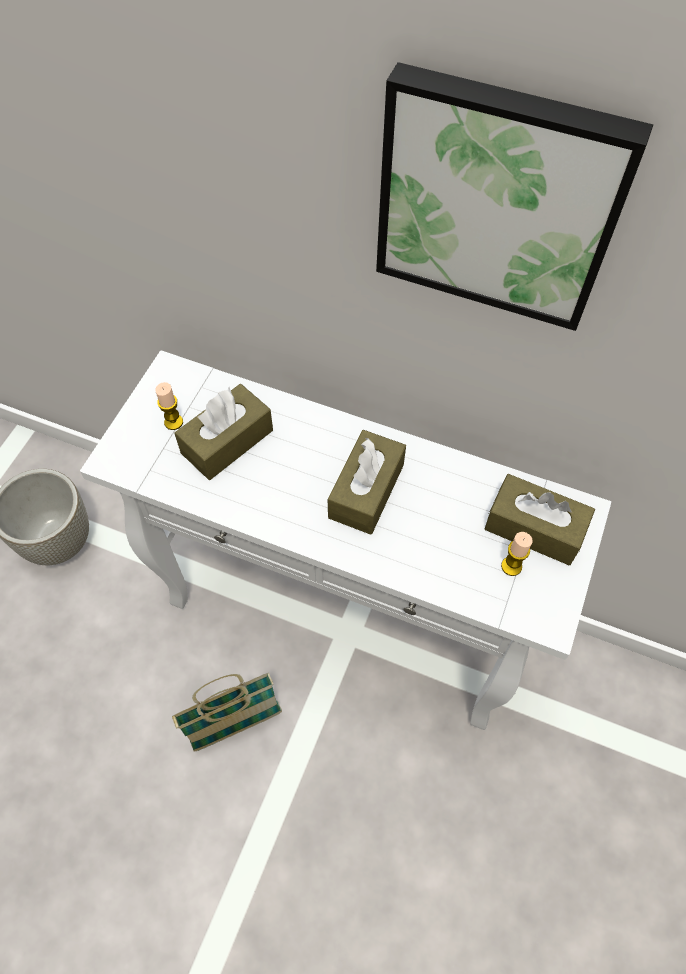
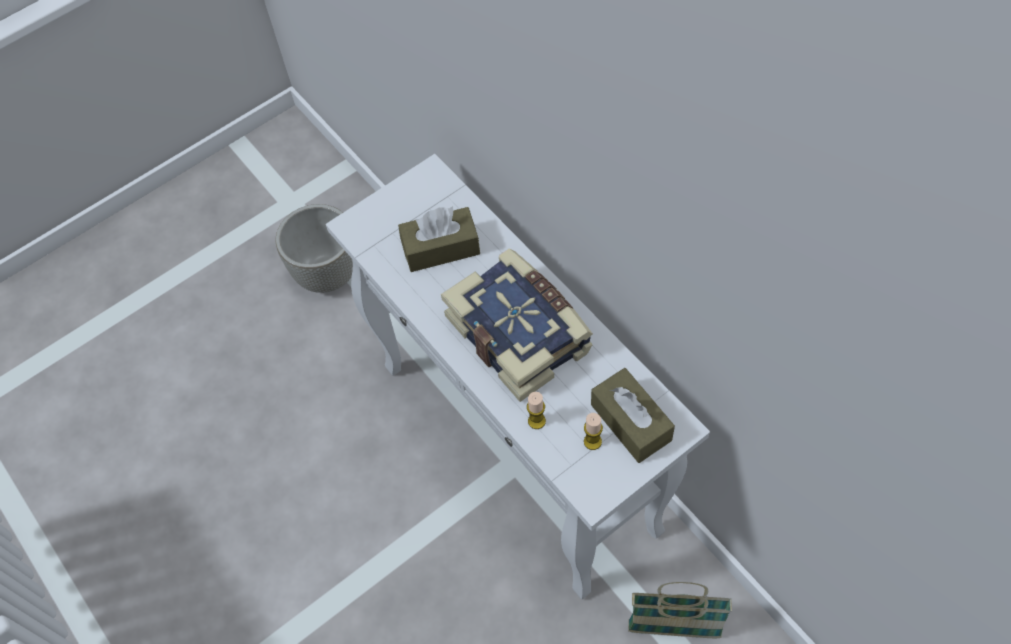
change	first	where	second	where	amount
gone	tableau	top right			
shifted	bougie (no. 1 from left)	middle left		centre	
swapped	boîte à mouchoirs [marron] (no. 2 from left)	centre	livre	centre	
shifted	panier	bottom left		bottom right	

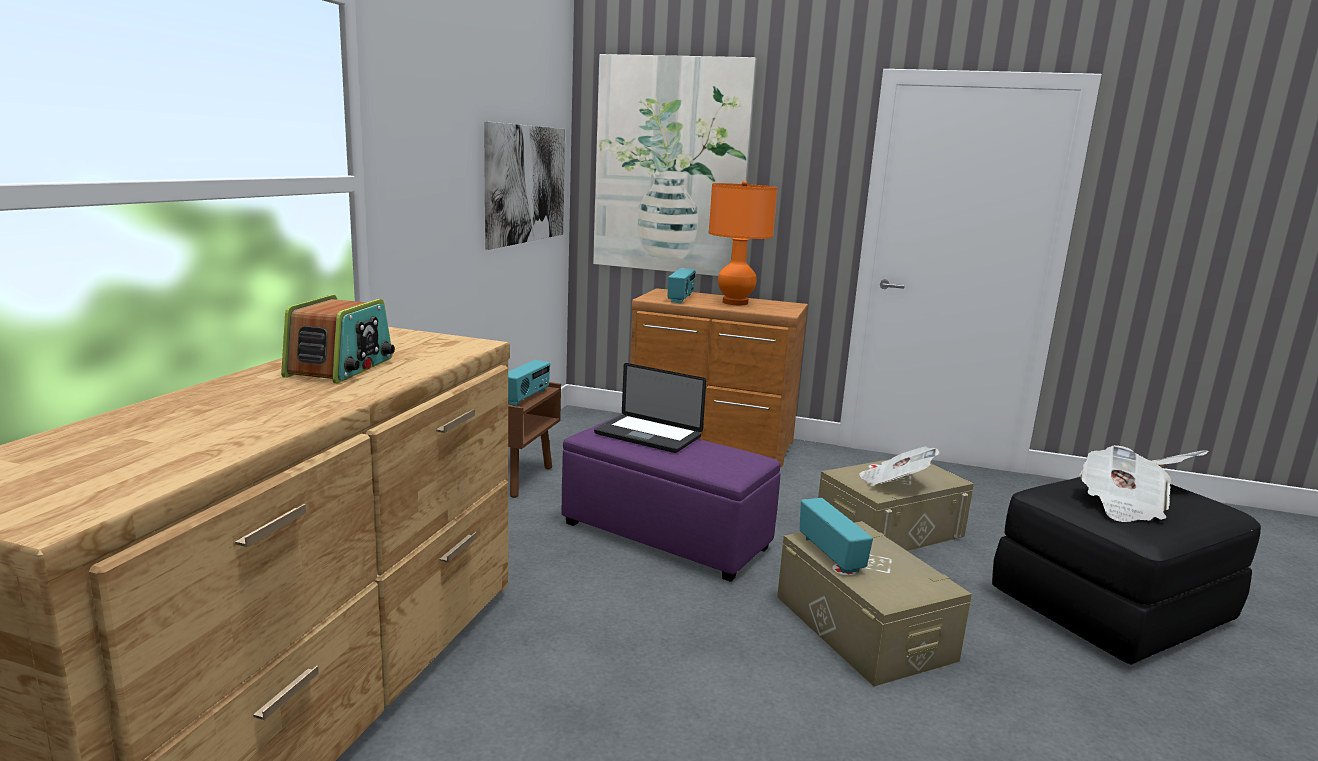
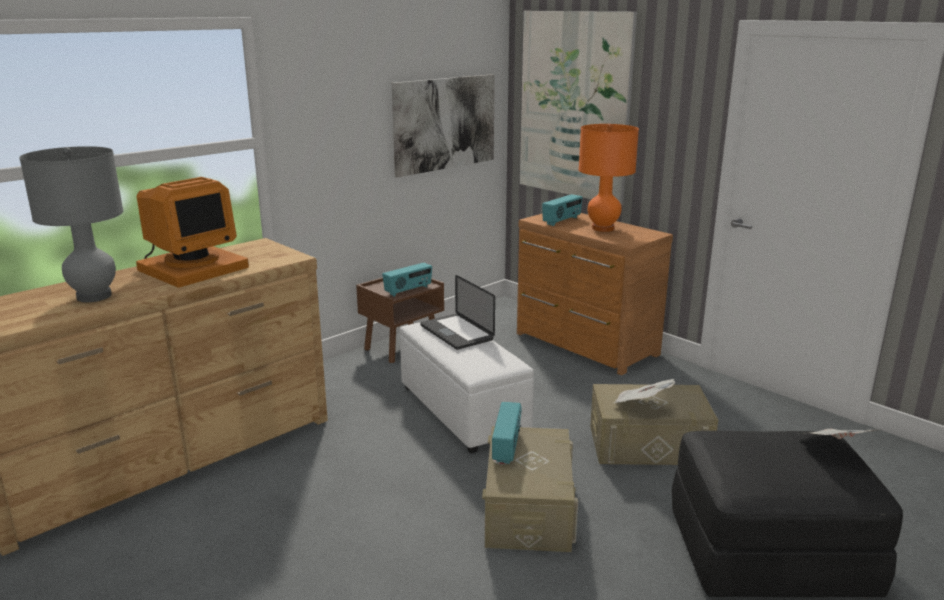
change	first	where	second	where	amount
swapped	radio (no. 1 from left)	middle left	écran d'ordinateur	middle left	
repainted	pouf [violet]	centre	pouf [blanc]	centre	
gone	journal (no. 2 from left)	middle right			
new			lampe de table [gris]	middle left	

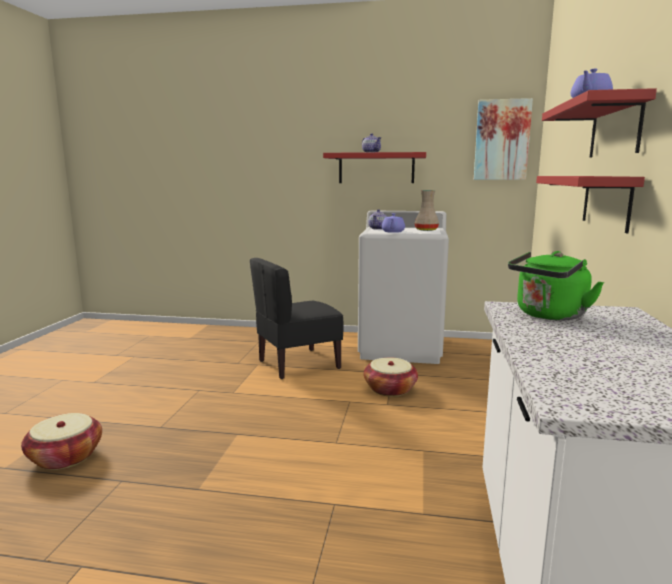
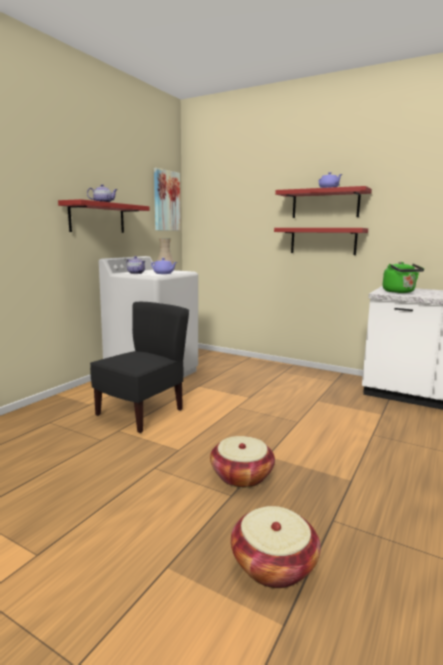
change	first	where	second	where	amount
rotated	chaise [noir]	centre		middle left	135 degrees counterclockwise
shifted	panier (no. 2 from left in the first image)	centre	panier (no. 1 from left)	bottom centre	

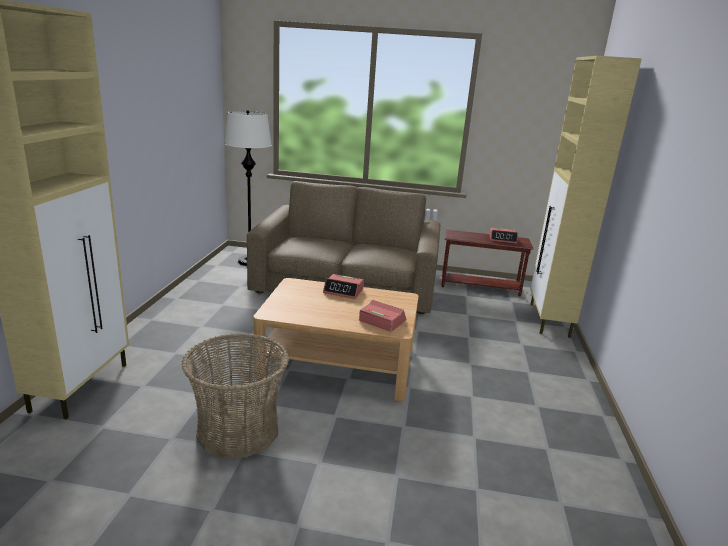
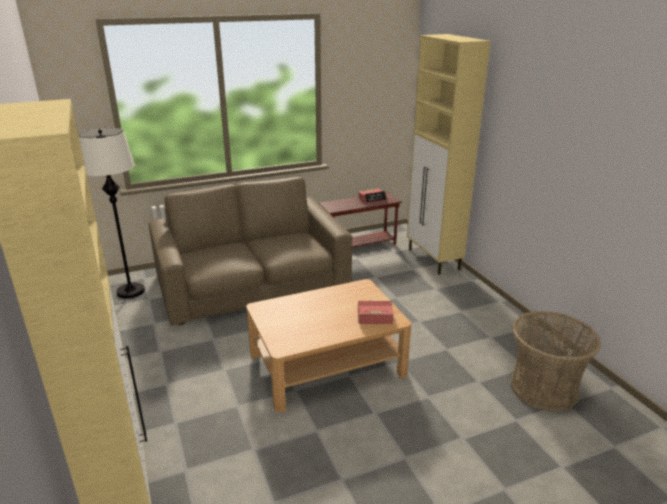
change	first	where	second	where	amount
gone	réveil (no. 1 from left)	centre			
shifted	panier	bottom left		bottom right	

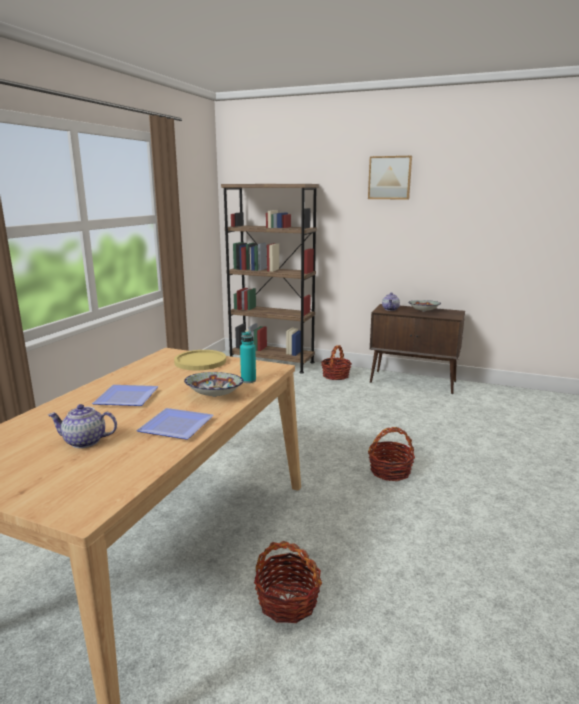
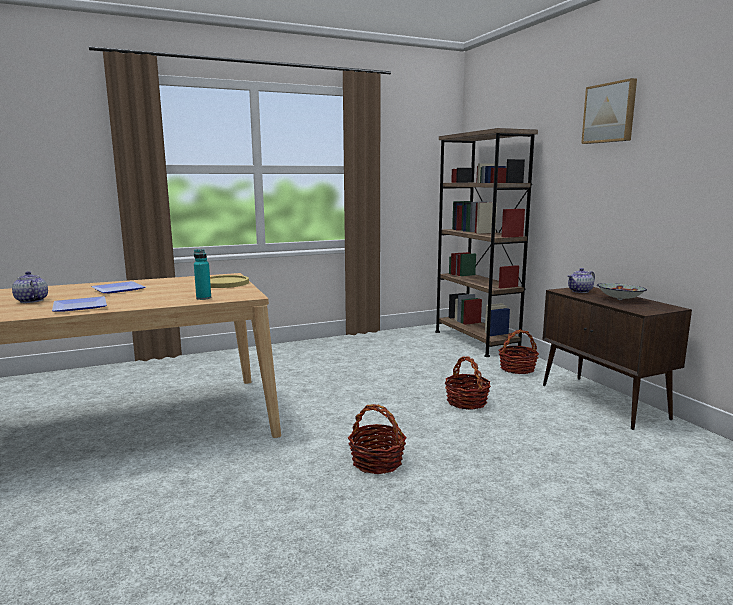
change	first	where	second	where	amount
gone	bol (no. 1 from left)	centre			
shifted	panier (no. 1 from left in the first image)	bottom centre	panier (no. 2 from left)	centre	

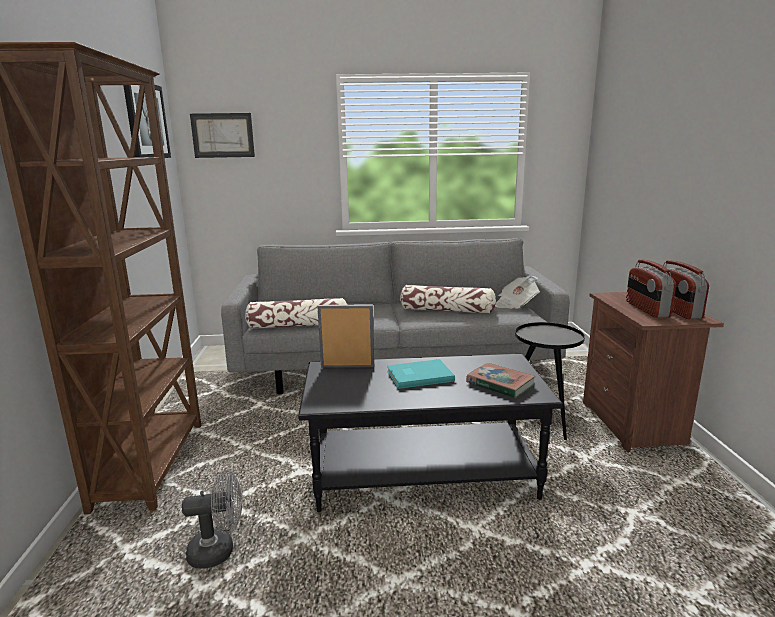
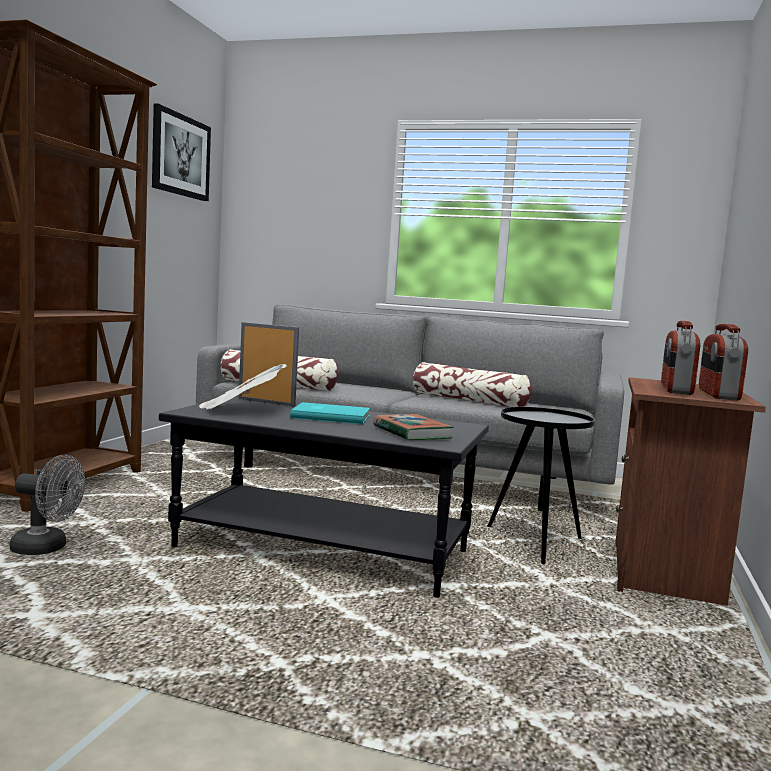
change	first	where	second	where	amount
gone	tableau (no. 2 from left)	top left			
shifted	journal	middle right		middle left	

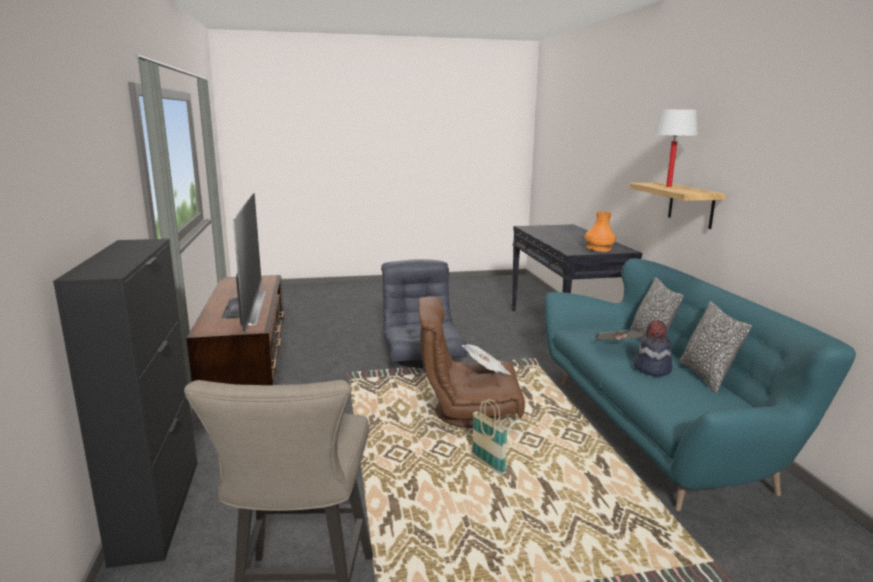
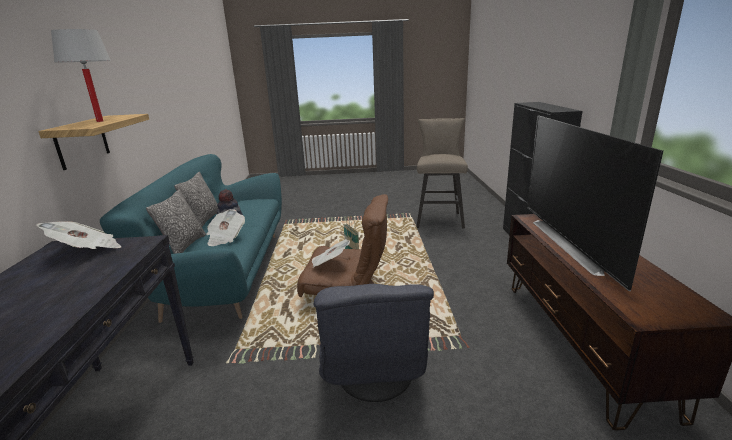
change	first	where	second	where	amount
swapped	vase [orange]	middle right	journal (no. 1 from left)	middle left	

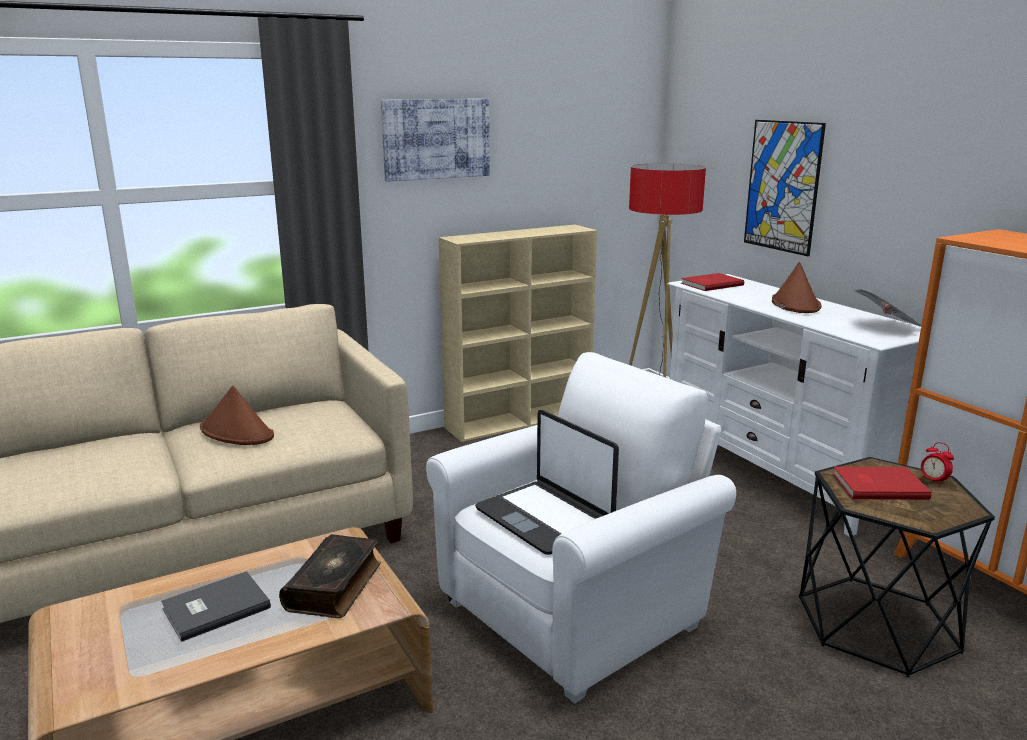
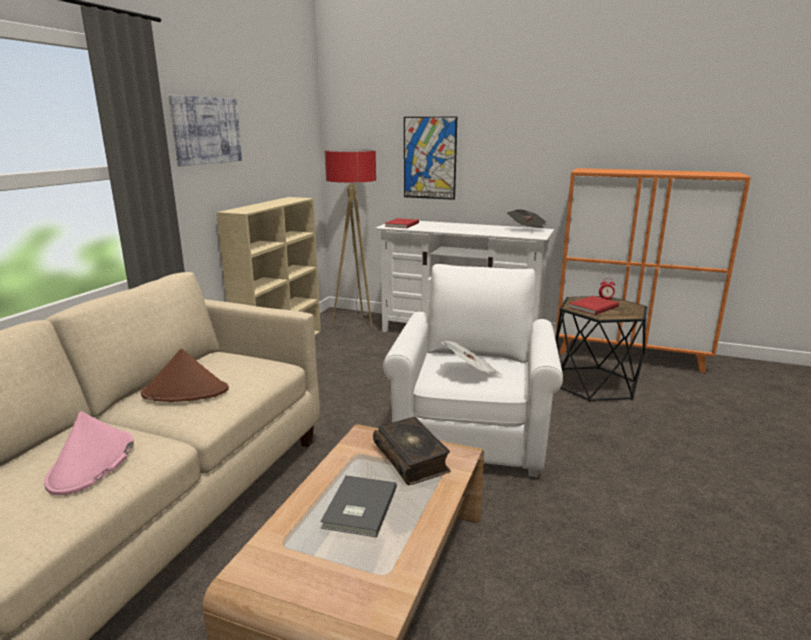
change	first	where	second	where	amount
gone	chapeau [marron] (no. 2 from left)	middle right			
swapped	ordinateur portable	centre	journal (no. 1 from left)	centre	
new			chapeau [rose]	bottom left	

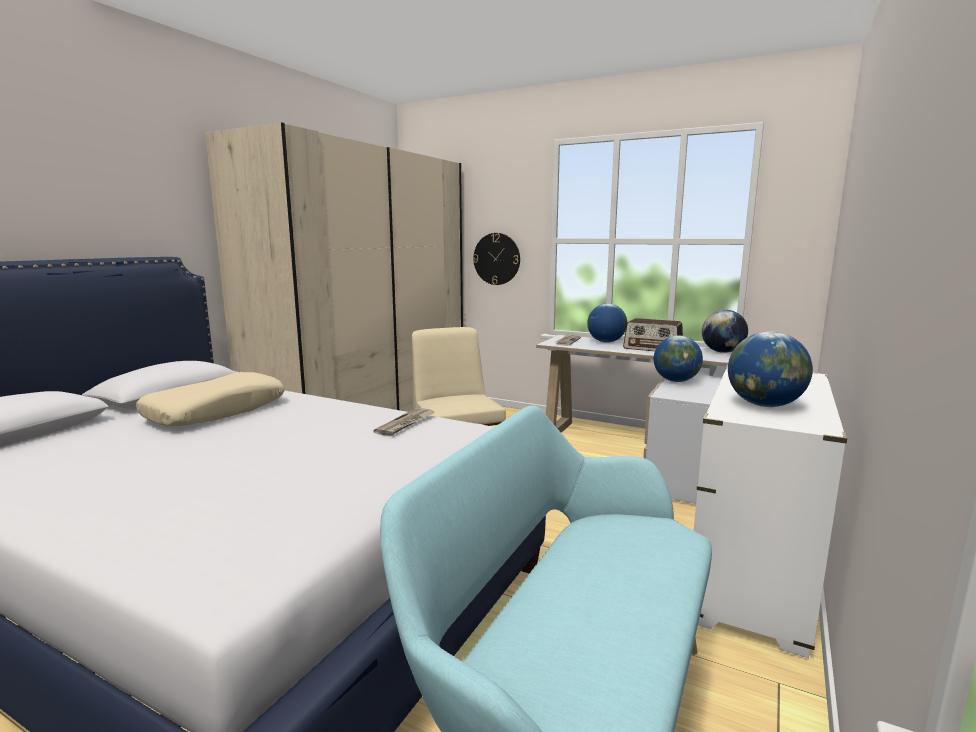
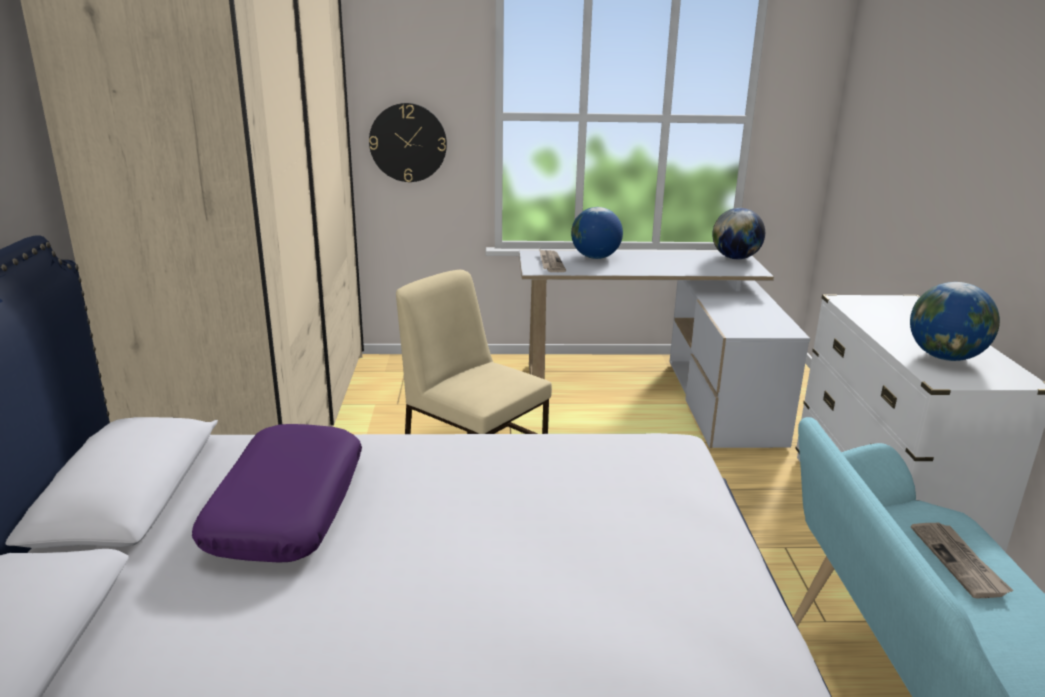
change	first	where	second	where	amount
gone	radio	middle right			
gone	globe (no. 2 from left)	middle right			
repainted	coussin [beige]	middle left	coussin [violet]	bottom left	
shifted	journal (no. 1 from left in the first image)	centre	journal (no. 2 from left)	bottom right	

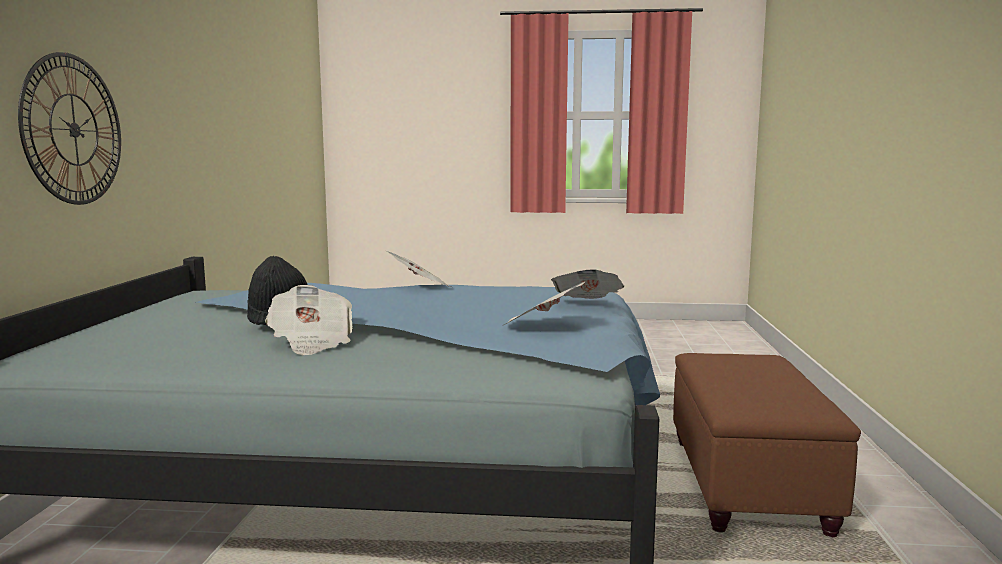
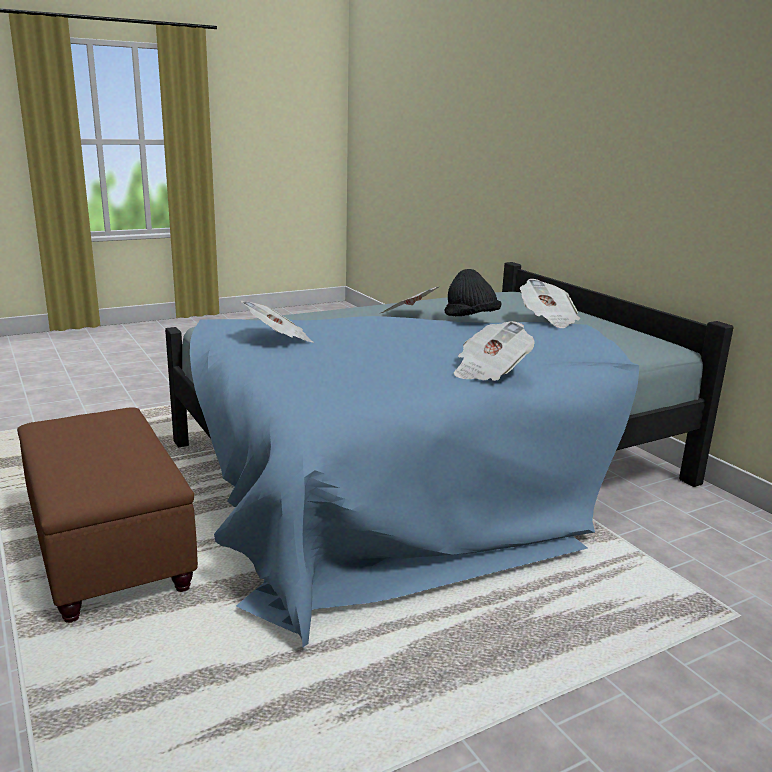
change	first	where	second	where	amount
gone	horloge murale	top left			
shifted	journal (no. 4 from left)	centre		middle right	

